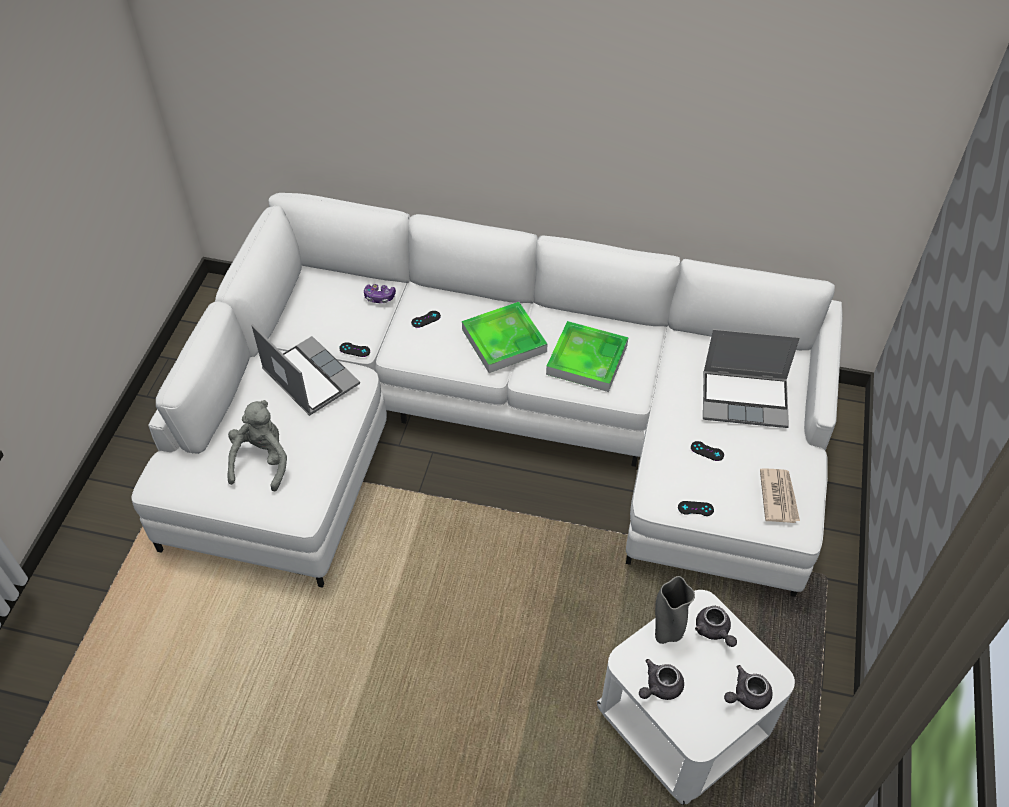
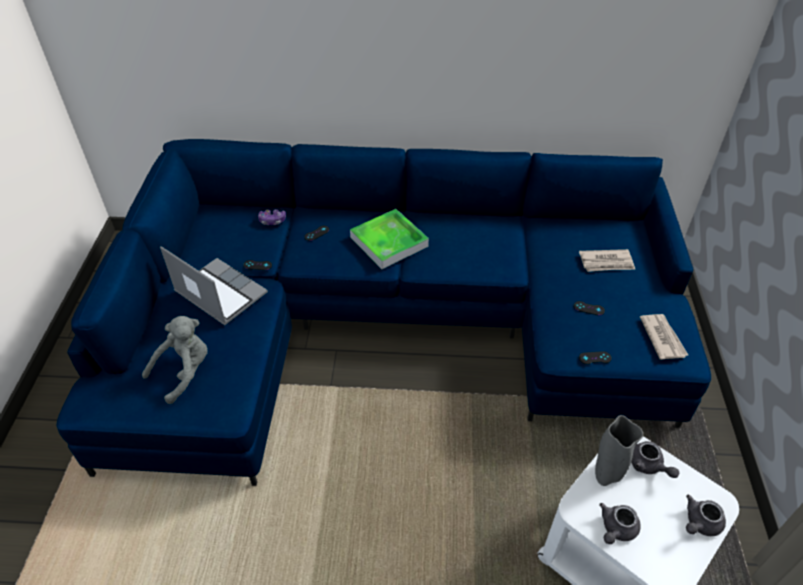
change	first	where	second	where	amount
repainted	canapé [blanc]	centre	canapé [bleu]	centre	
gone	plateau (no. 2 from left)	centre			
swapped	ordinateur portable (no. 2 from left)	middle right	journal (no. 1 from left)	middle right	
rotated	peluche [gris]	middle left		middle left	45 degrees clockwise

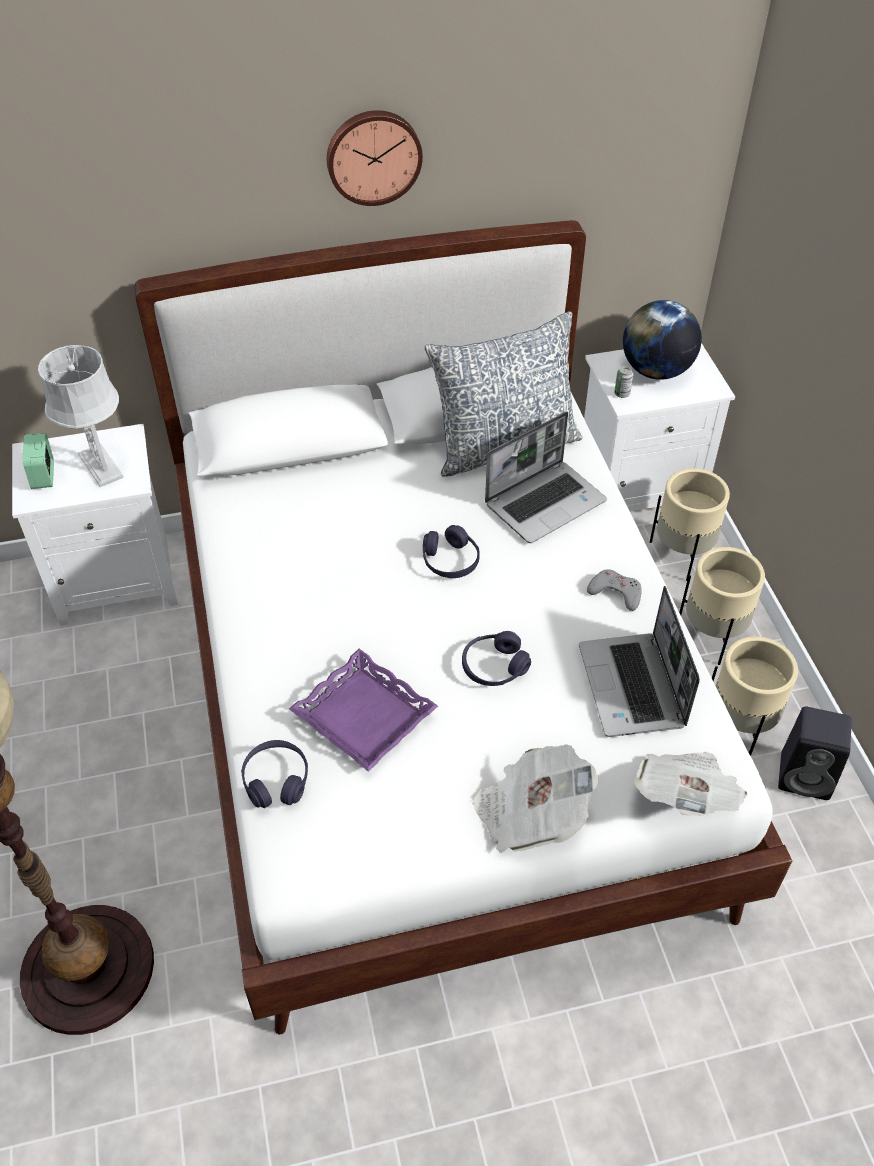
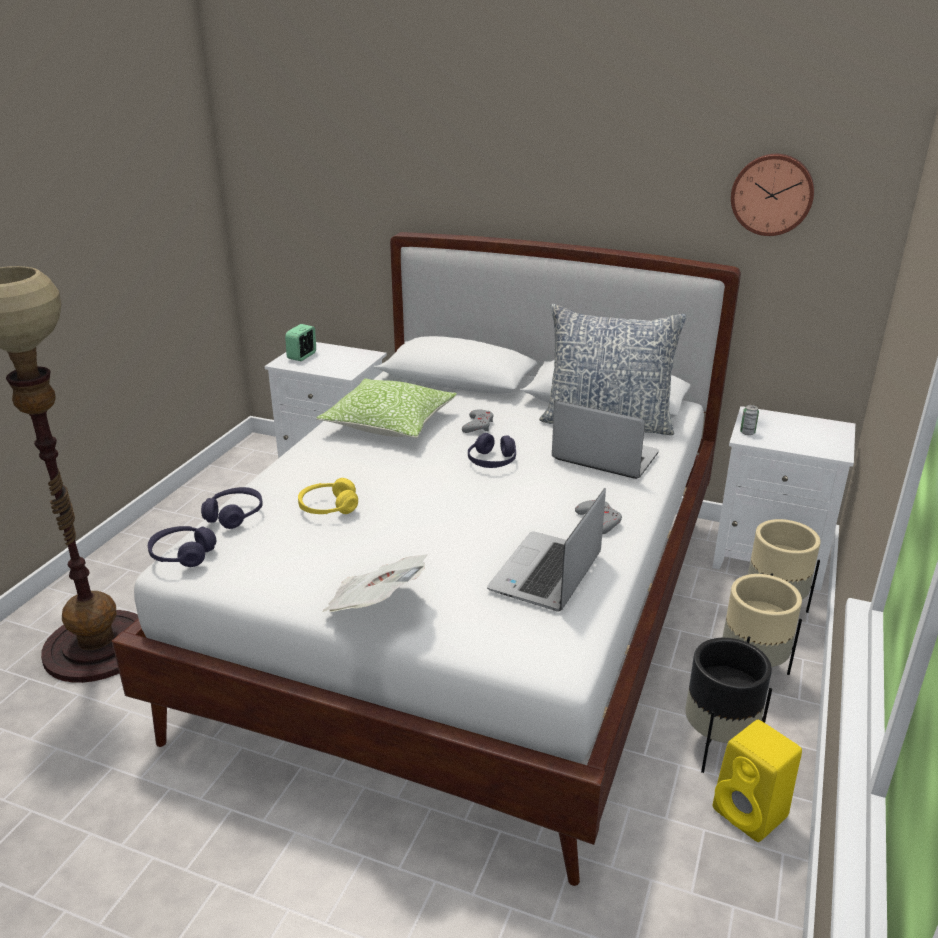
change	first	where	second	where	amount
shifted	horloge murale	top centre		top right	
gone	globe	top right			
gone	lampe de table [gris]	middle left			
rotated	ordinateur portable (no. 1 from left in the first image)	centre	ordinateur portable (no. 2 from left)	centre	150 degrees counterclockwise
shifted	casque audio [violet] (no. 3 from left in the first image)	centre	casque audio [violet] (no. 1 from left)	middle left	
repainted	cache-pot [beige] (no. 3 from left)	middle right	cache-pot [noir]	bottom right	
swapped	plateau [violet]	centre	casque audio [jaune]	centre	
repainted	enceinte [noir]	middle right	enceinte [jaune]	bottom right	
gone	journal (no. 2 from left)	bottom right			
new			coussin (no. 1 from left)	centre	
new			manette [gris] (no. 1 from left)	centre	

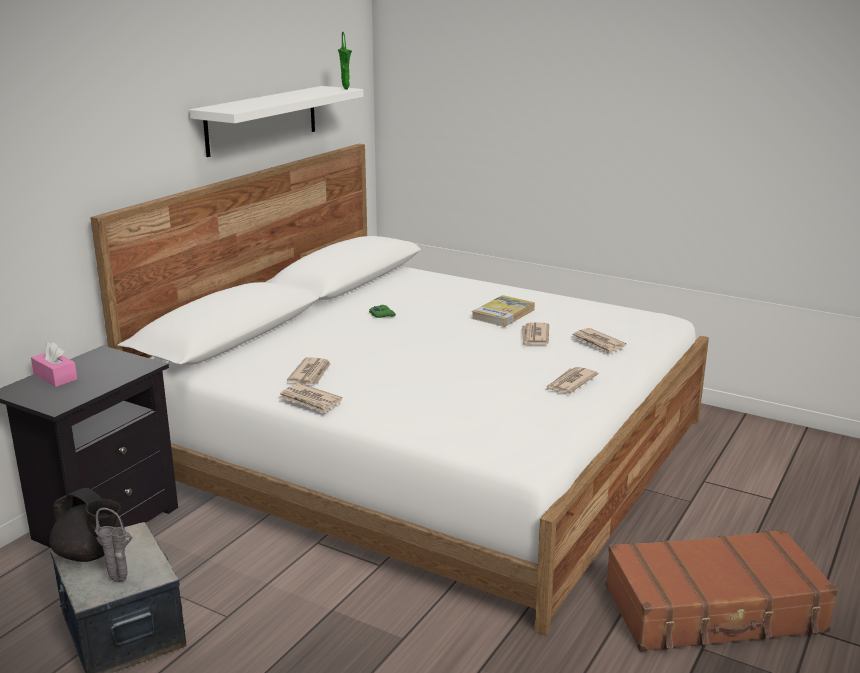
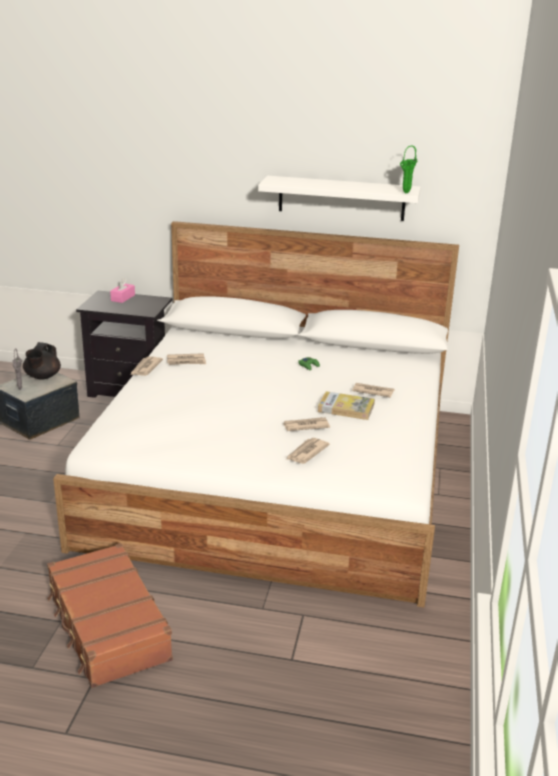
change	first	where	second	where	amount
shifted	journal (no. 4 from left in the first image)	centre	journal (no. 5 from left)	middle right	

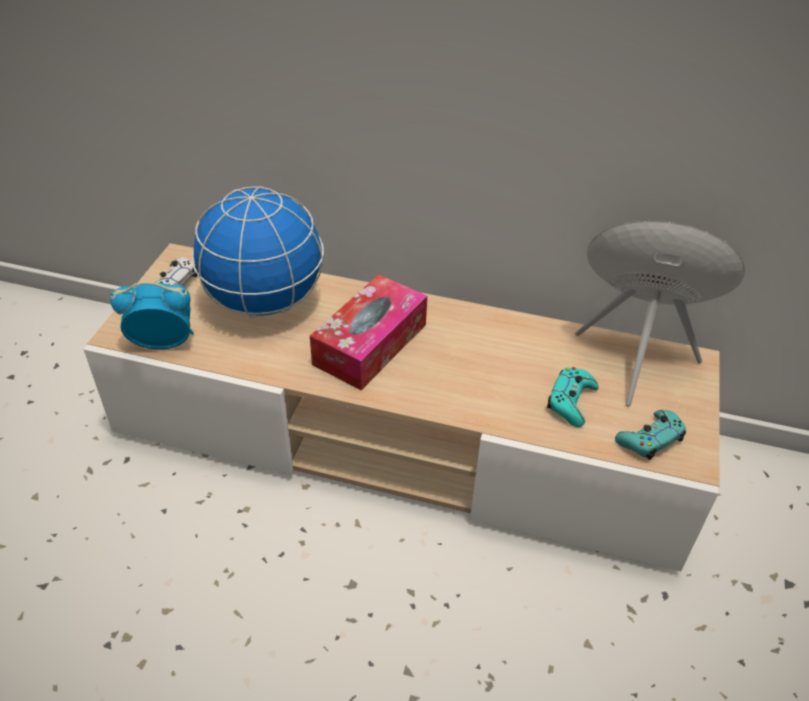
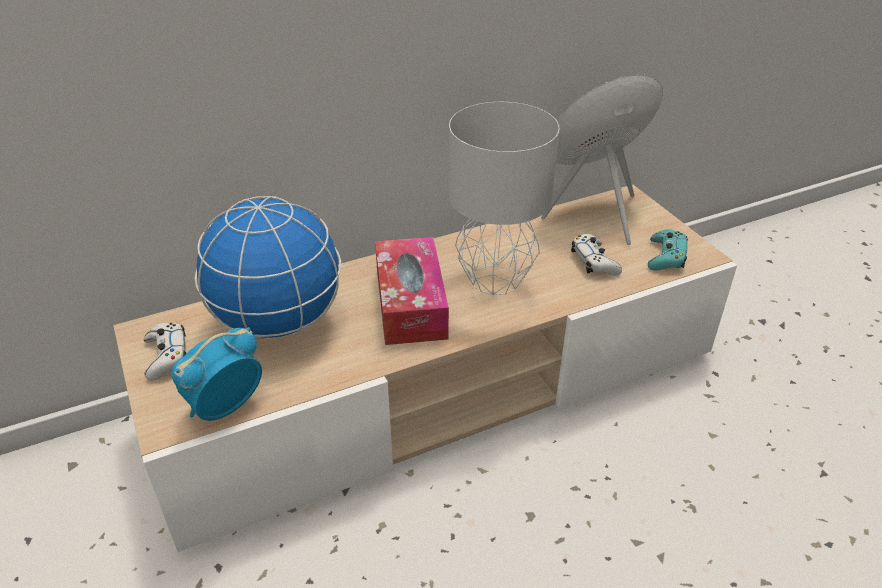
change	first	where	second	where	amount
repainted	manette [turquoise] (no. 1 from left)	middle right	manette [blanc] (no. 2 from left)	middle right	
new			lampe de table [gris]	centre	

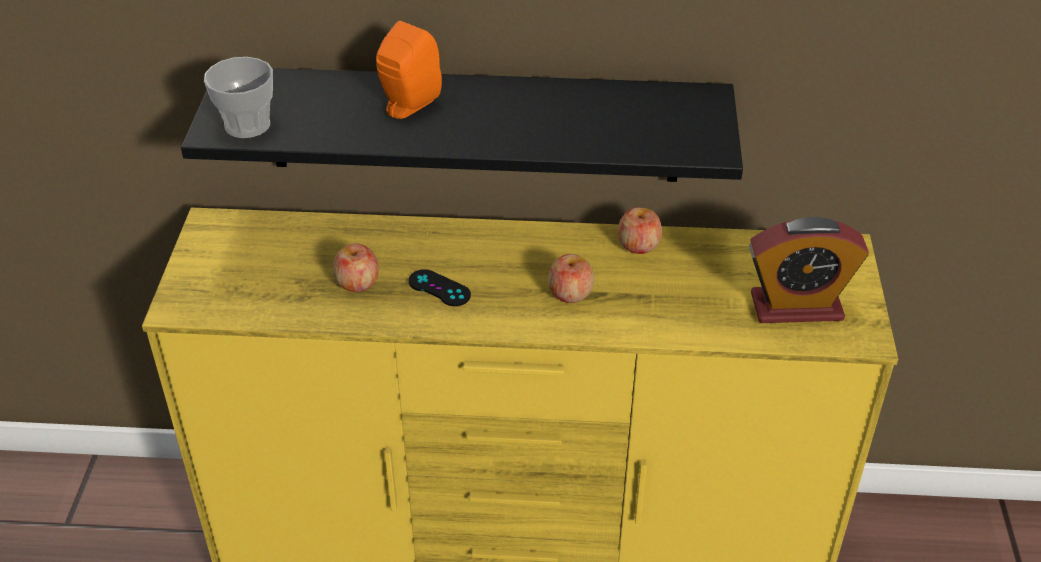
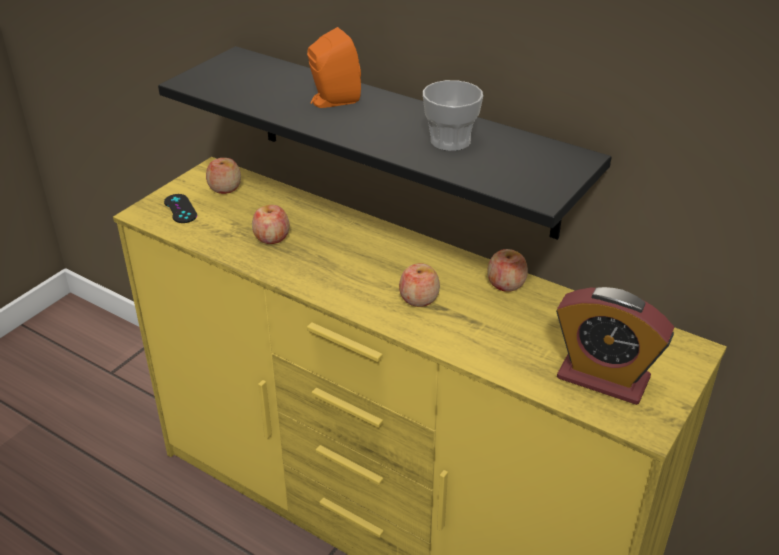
change	first	where	second	where	amount
shifted	tasse	top left		top centre	
shifted	manette [noir]	centre		middle left	
new			pomme (no. 1 from left)	top left	

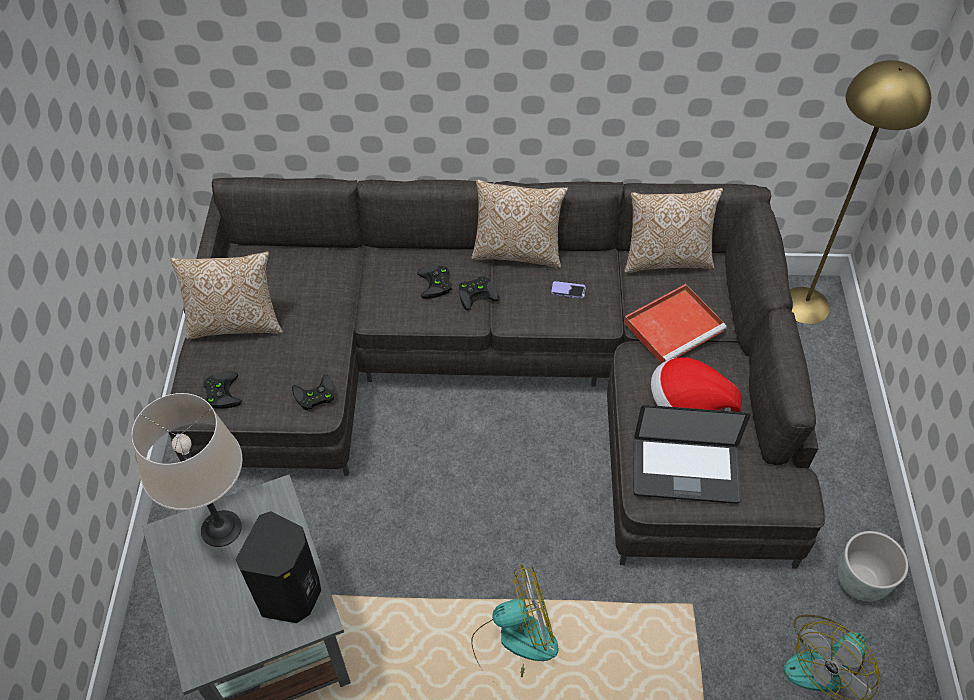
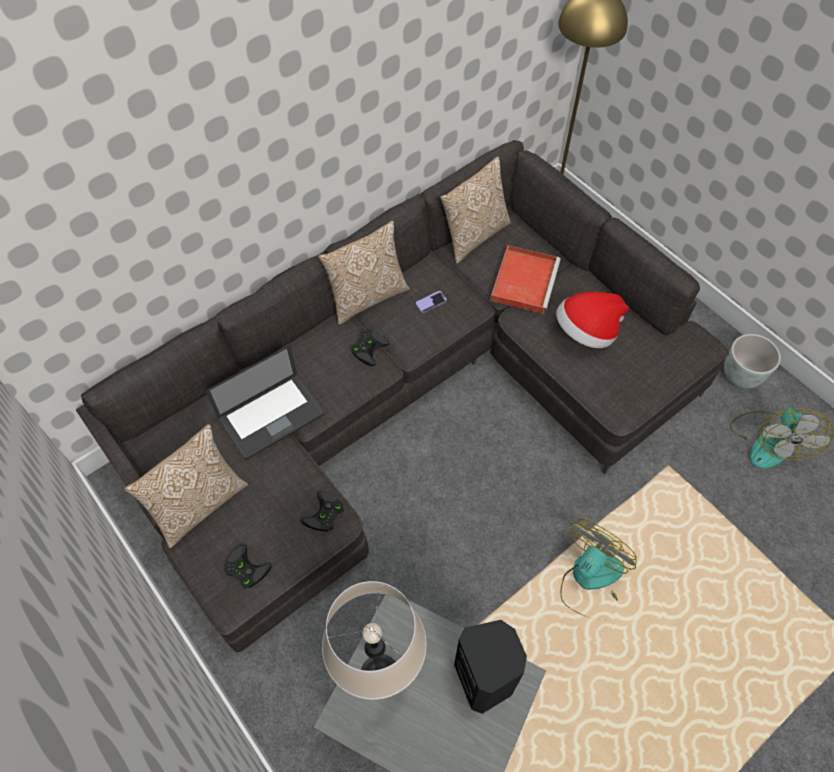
change	first	where	second	where	amount
gone	manette [noir] (no. 3 from left)	centre			
shifted	ordinateur portable	middle right		middle left	

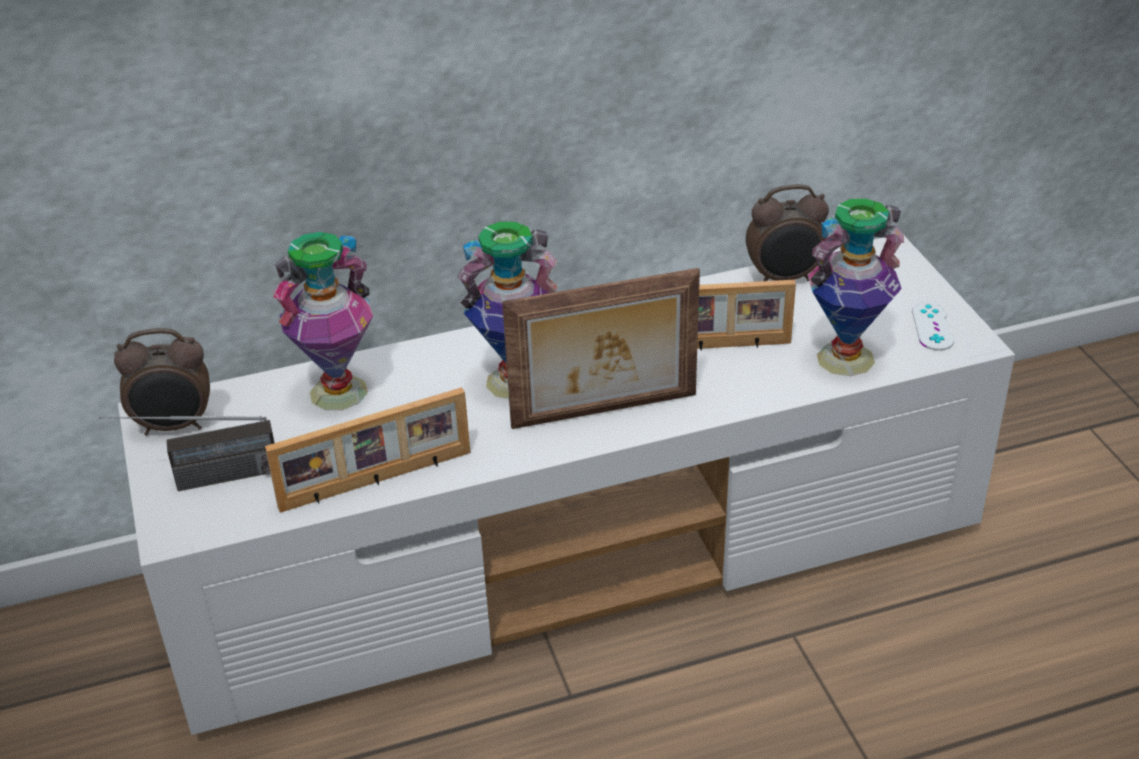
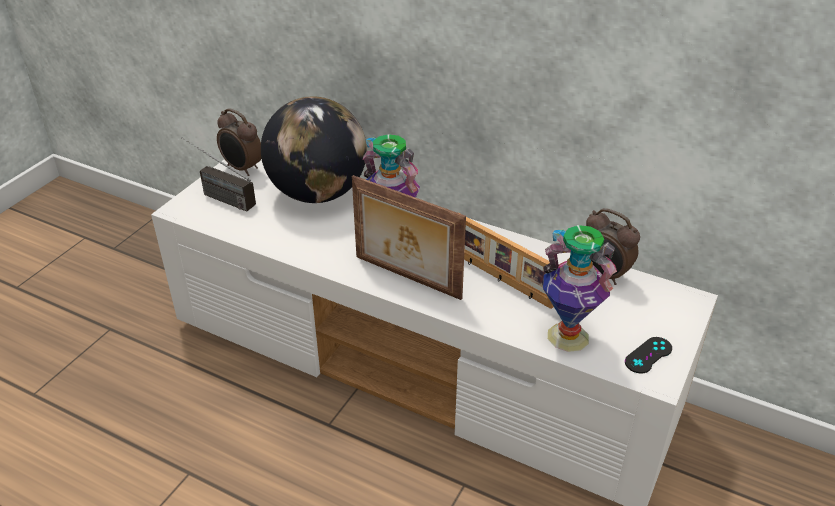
change	first	where	second	where	amount
swapped	vase (no. 1 from left)	middle left	globe	top centre	
repainted	manette [blanc]	middle right	manette [noir]	bottom right	
gone	cadre photo (no. 1 from left)	middle left			

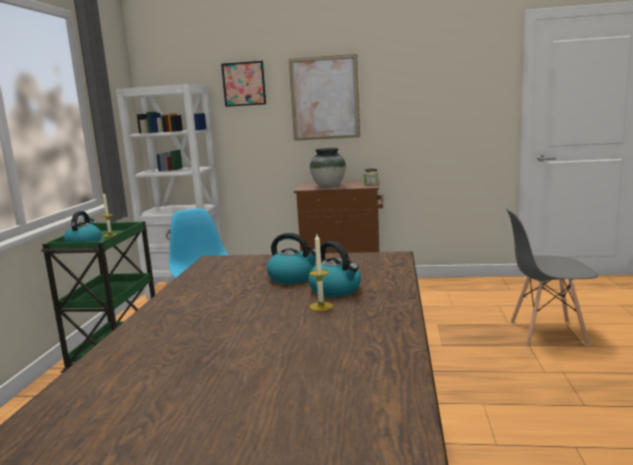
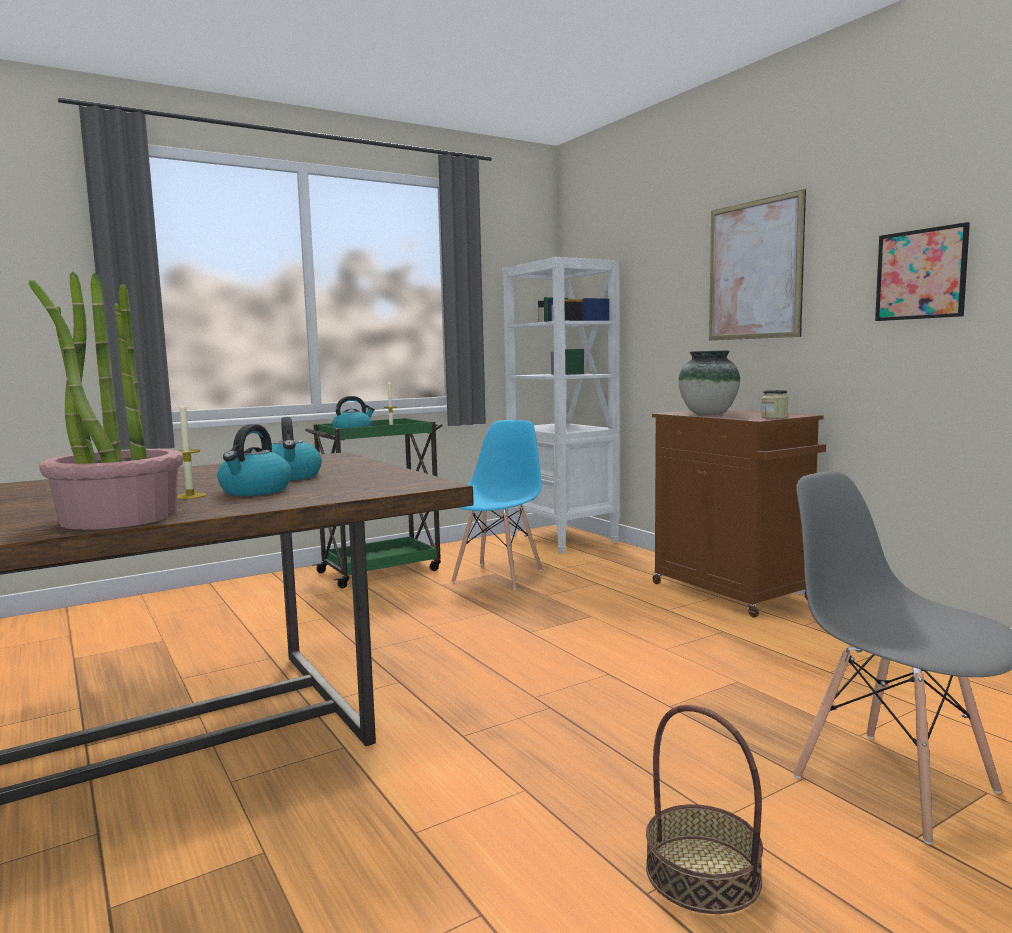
change	first	where	second	where	amount
shifted	tableau (no. 1 from left in the first image)	top centre	tableau (no. 2 from left)	top right	
new			plante en pot	middle left	
new			panier	bottom right	

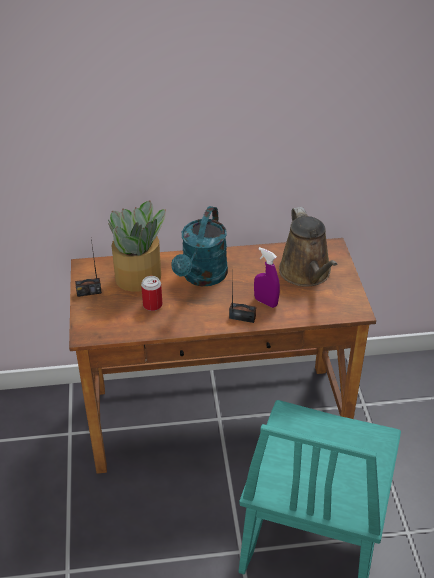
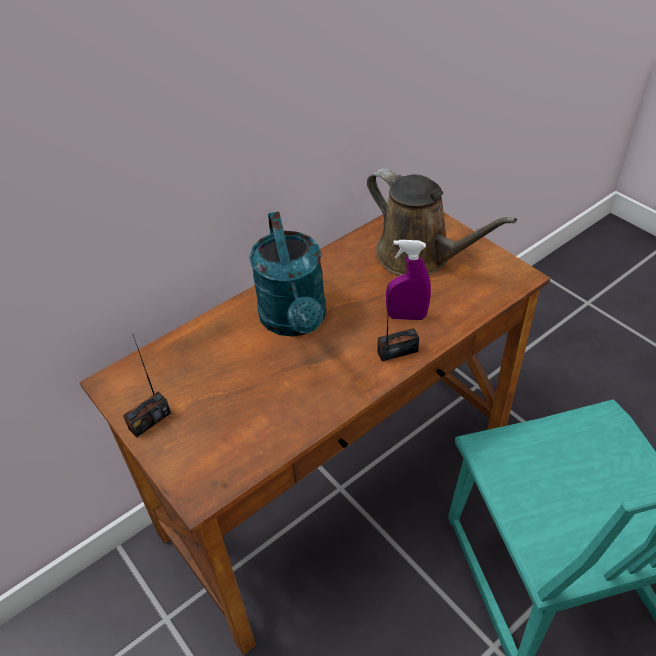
change	first	where	second	where	amount
gone	plante en pot	middle left			
gone	boîte métallique	centre			

